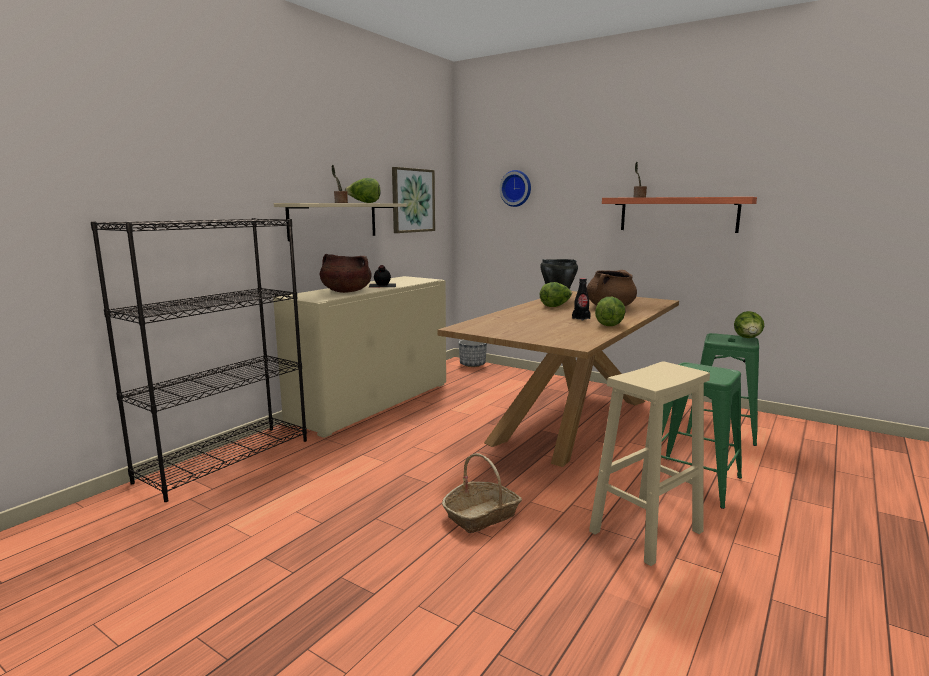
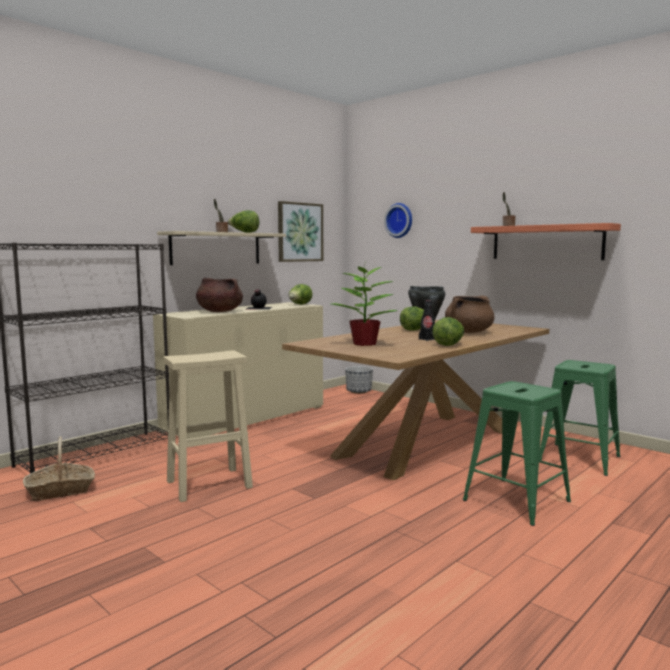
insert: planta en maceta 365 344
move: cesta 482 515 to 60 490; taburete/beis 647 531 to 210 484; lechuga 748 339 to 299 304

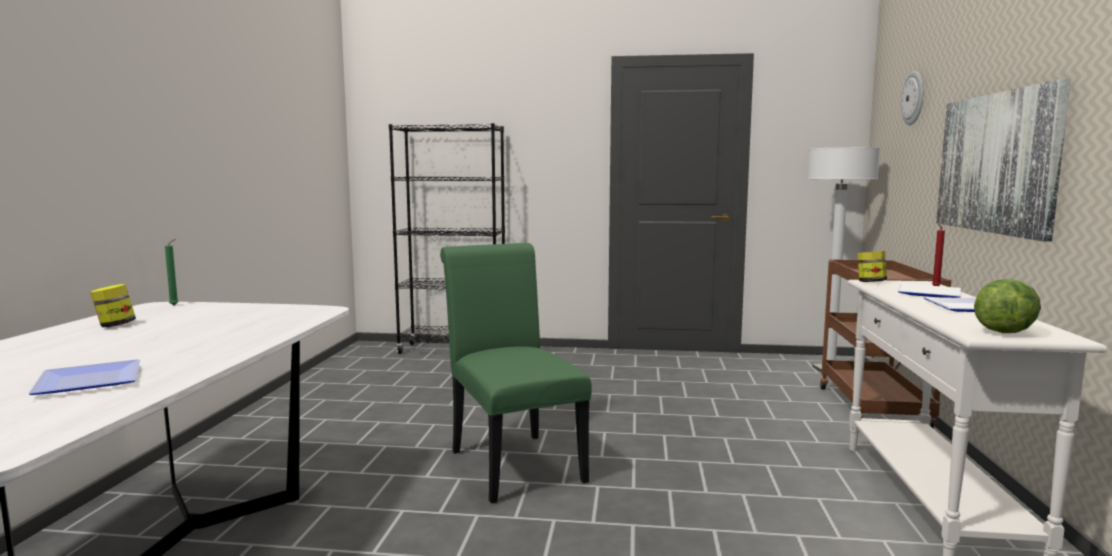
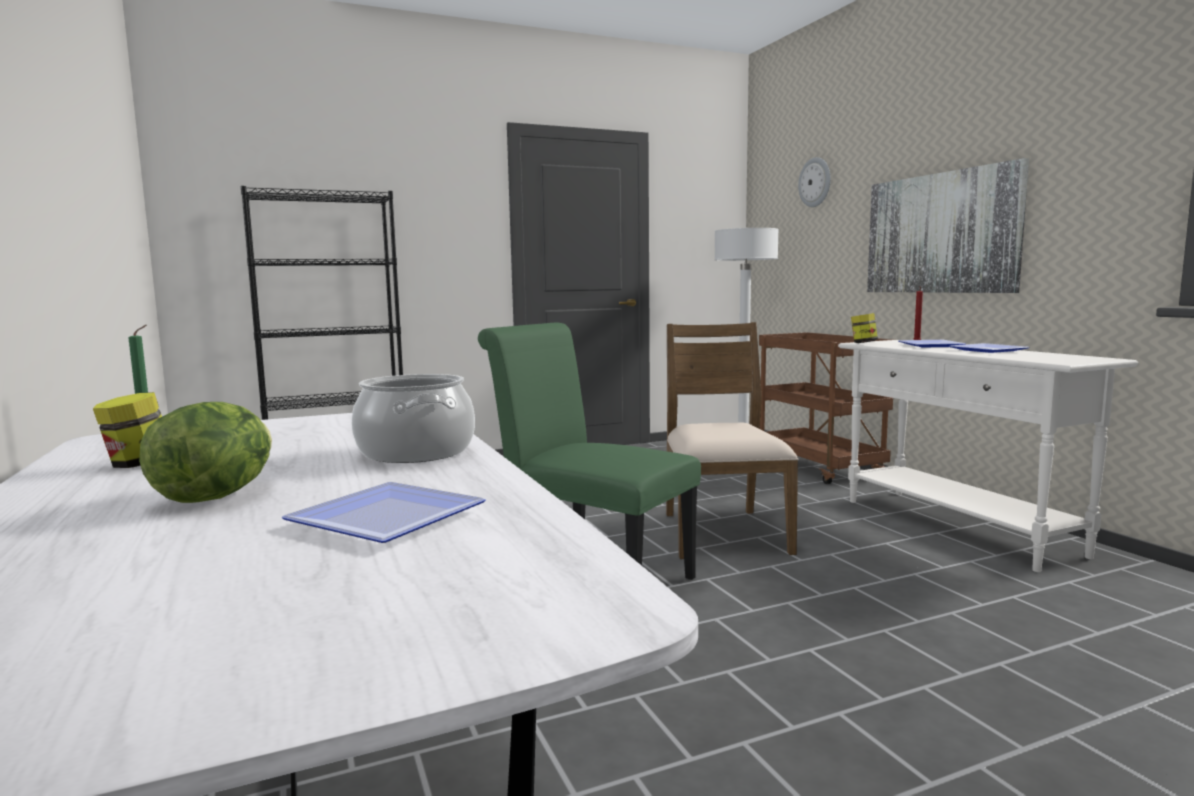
insert: olla 417 452; silla/marrón 722 532
move: lechuga 1004 331 to 216 496

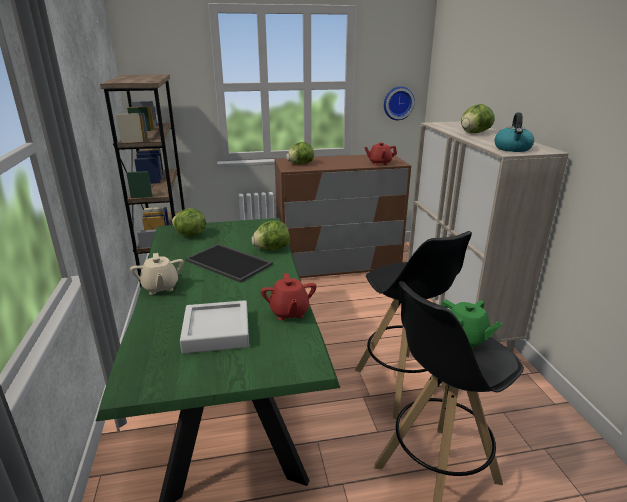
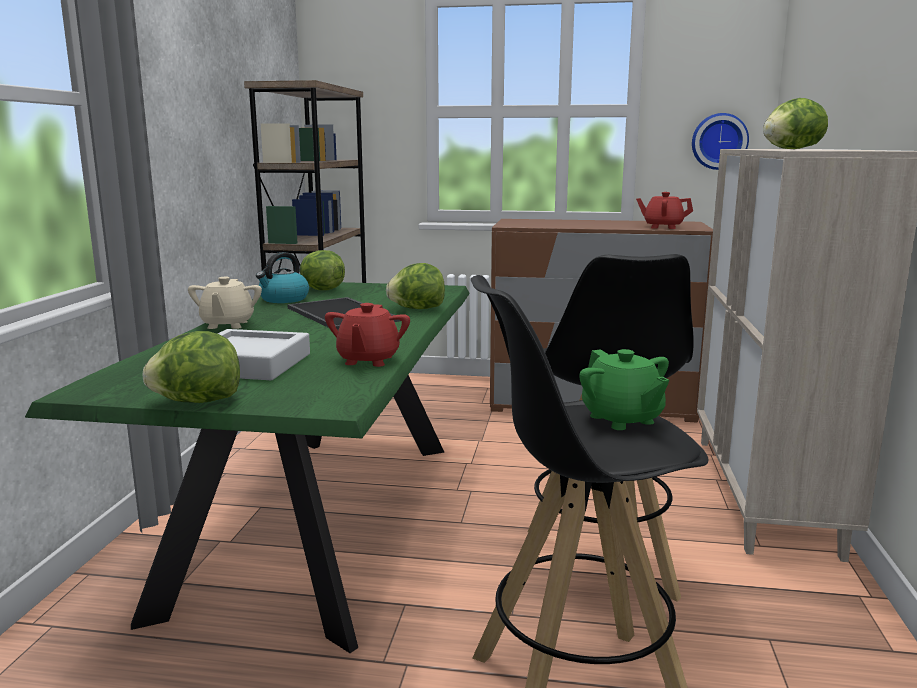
move: lechuga 300 164 to 197 402; hervidor 512 149 to 283 299

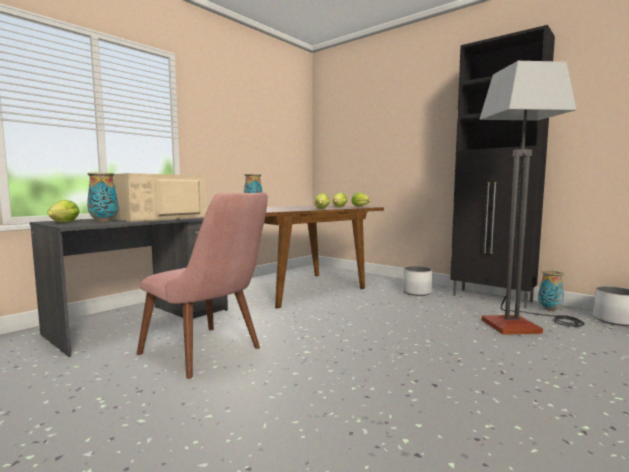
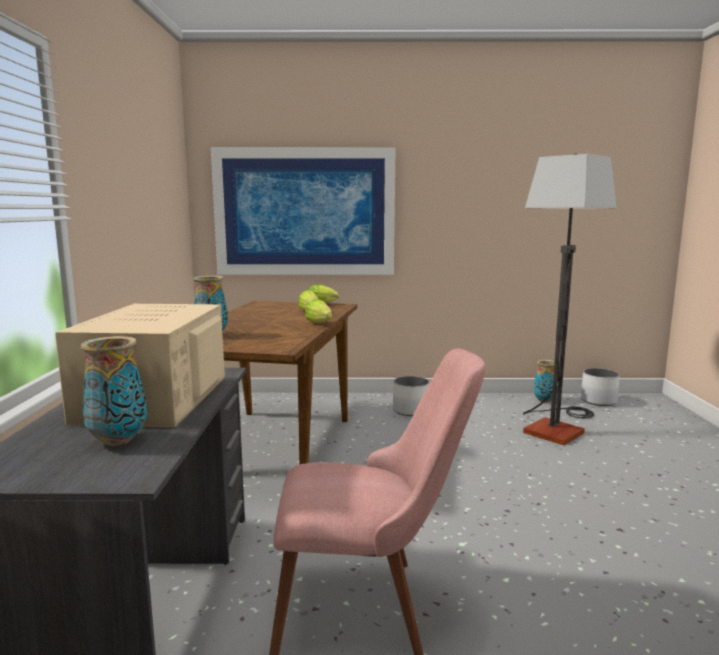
delete: lechuga 63 222; armario/negro 492 298
insert: cuadro 305 212

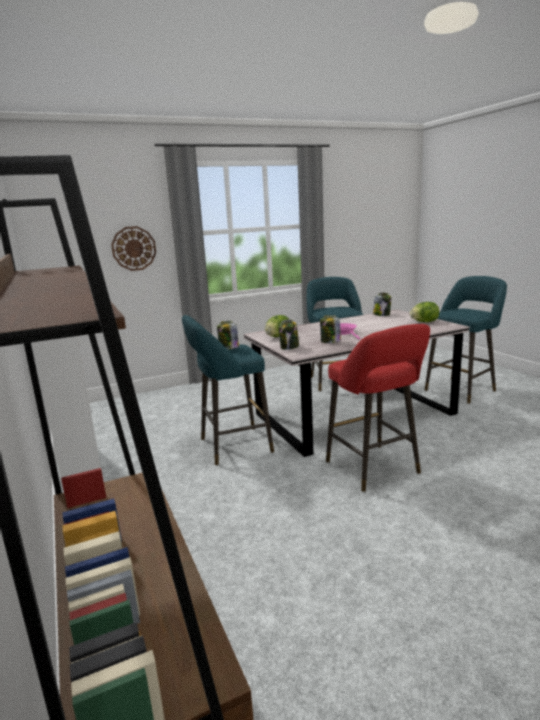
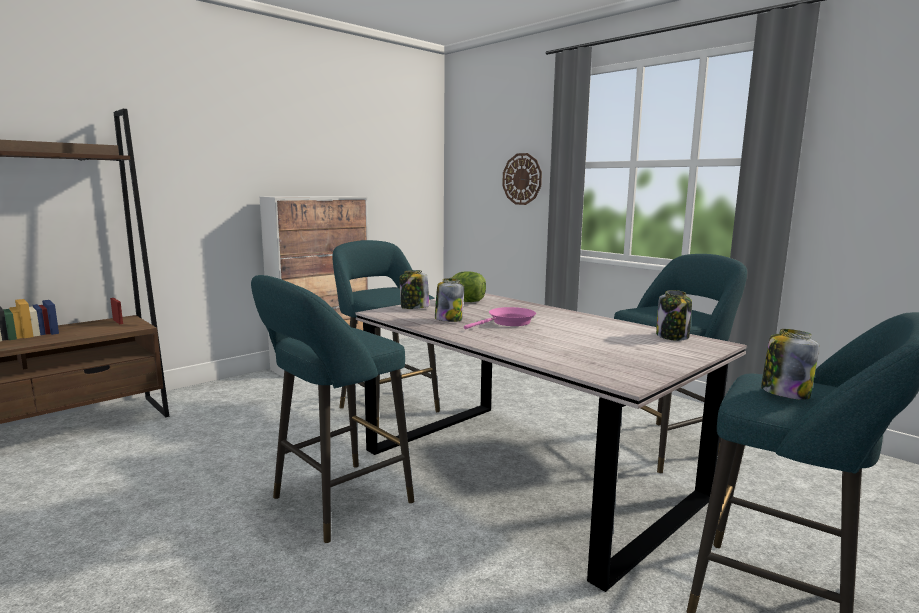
delete: lechuga 424 322
move: tarro 228 348 to 784 393
recolor: taburete/rojo 375 469 to taburete/turquesa 335 502

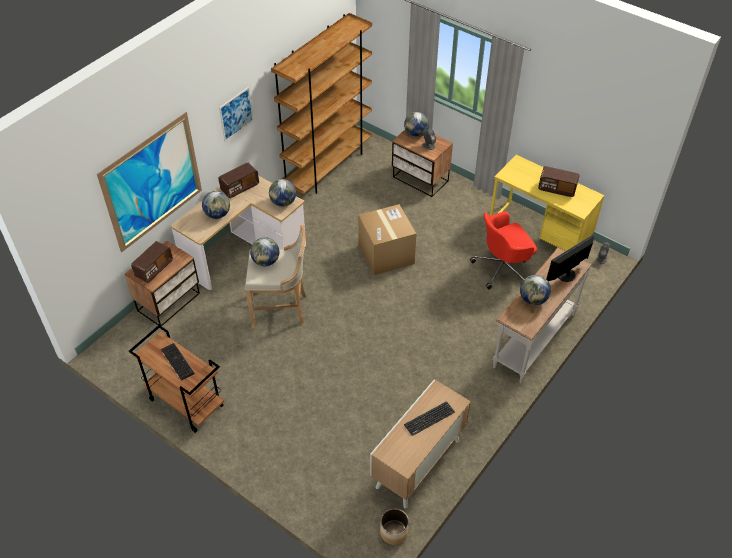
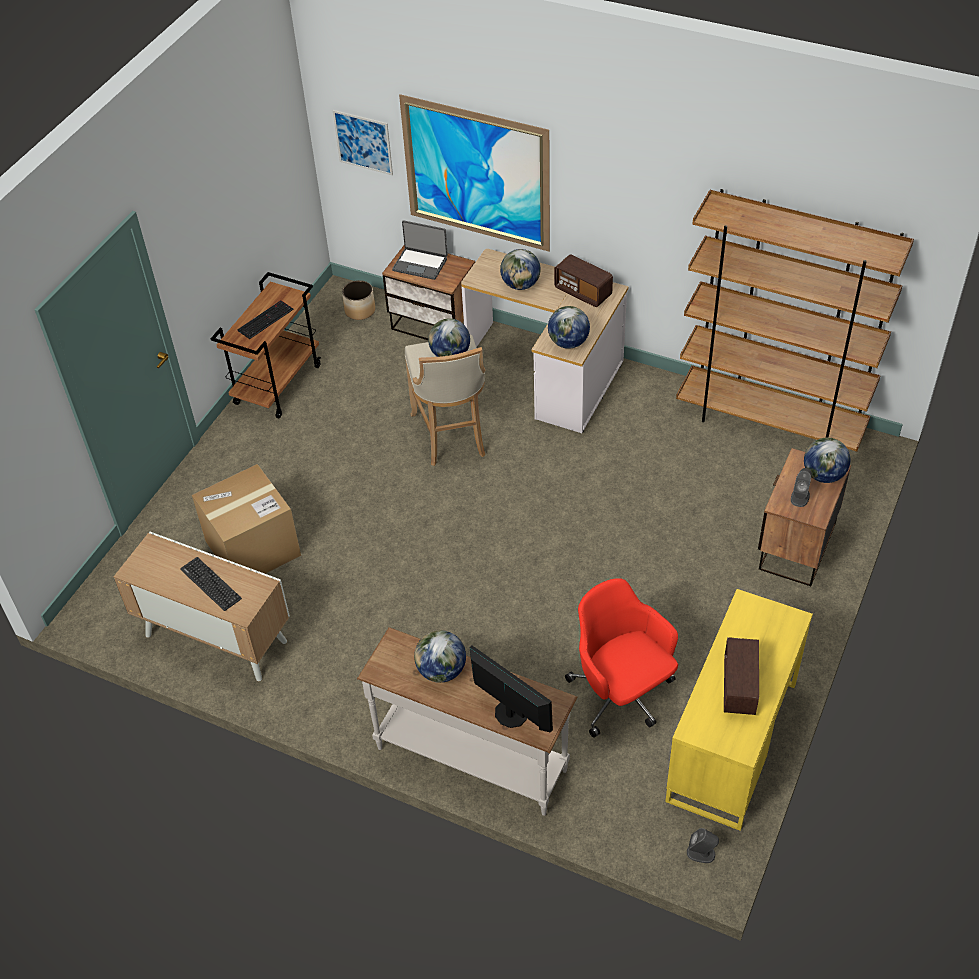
move: caja de cartón 386 254 to 253 548; cuadro 236 114 to 363 142; maceta 393 532 to 360 310
replace: radio 154 269 to portátil 420 264

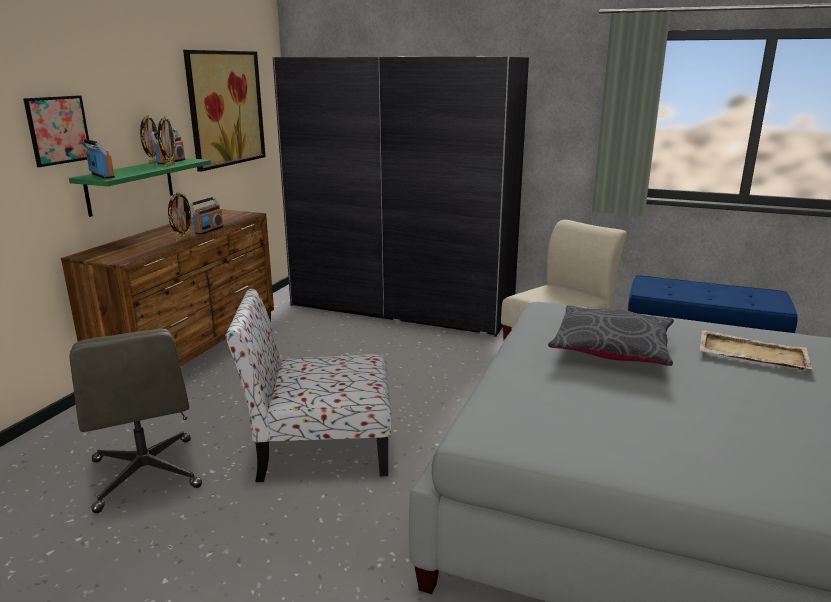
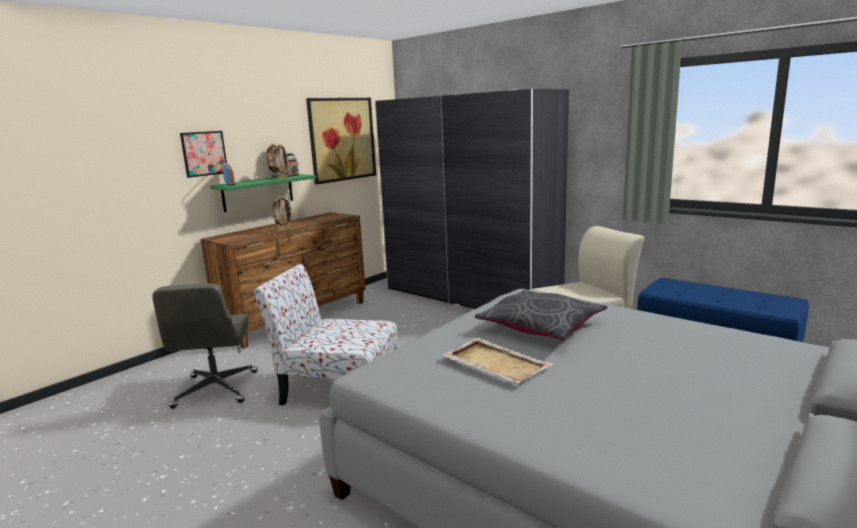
delete: radio 209 230
move: bandeja/beis 751 353 to 495 363

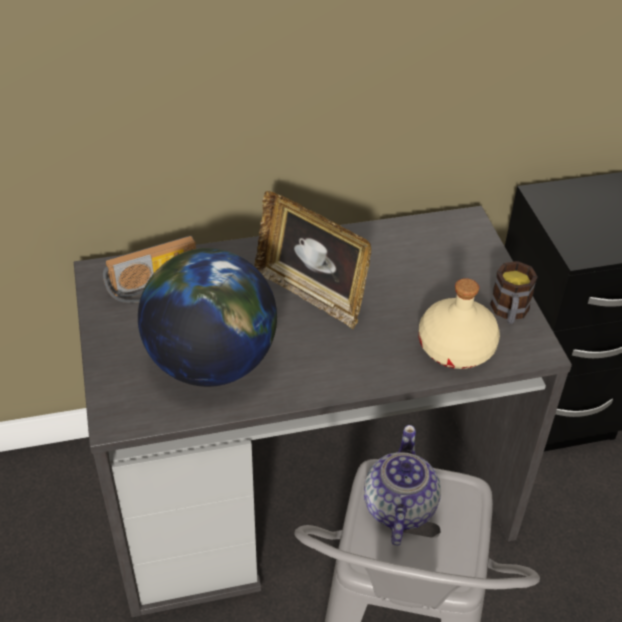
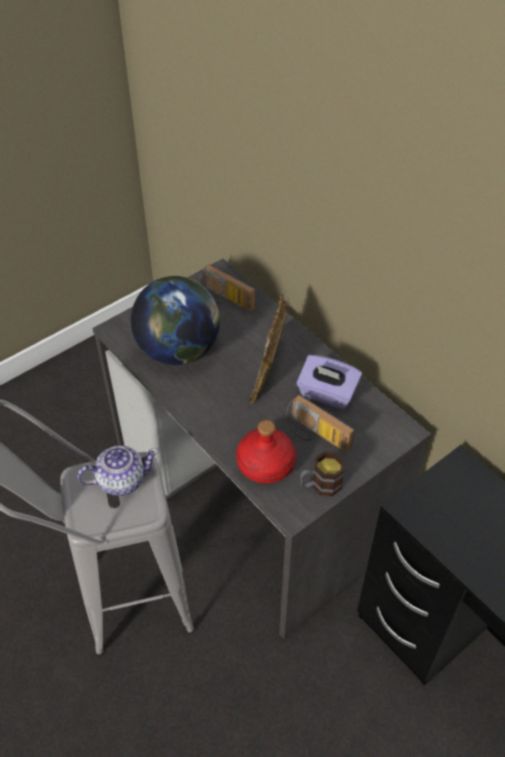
insert: radio 315 435; caja de pañuelos/morado 327 394
recolor: botella/beis 455 348 to botella/rojo 265 464

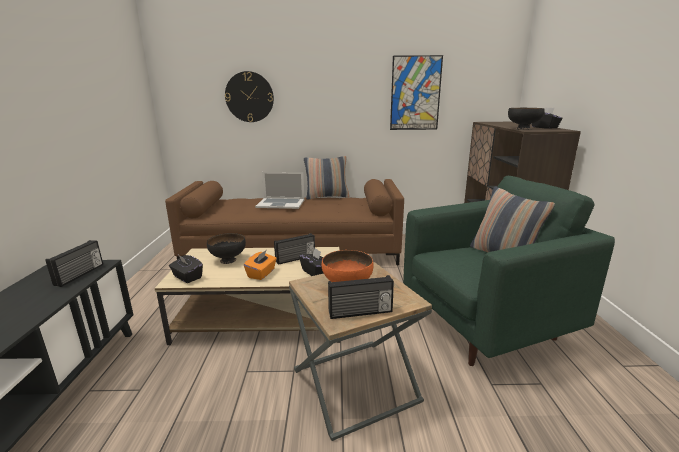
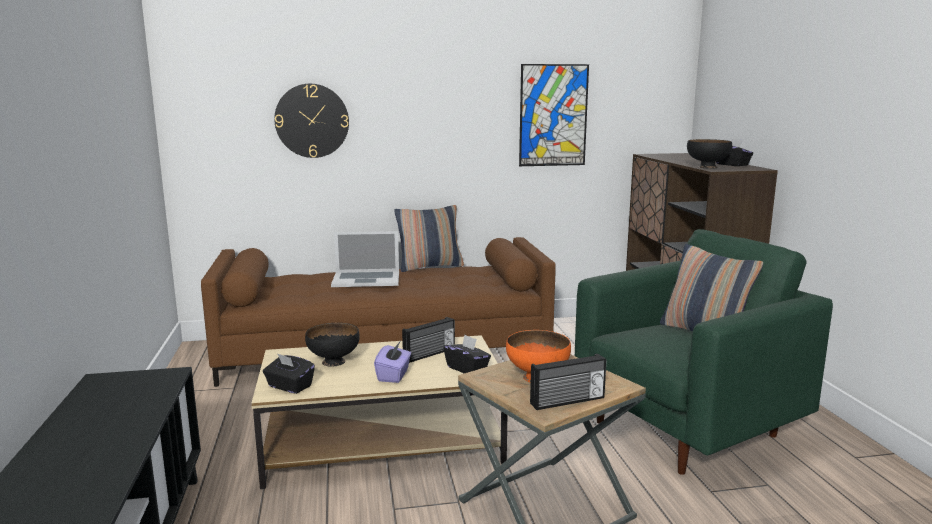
delete: radio 80 274
recolor: caja de pañuelos/naranja 261 273 to caja de pañuelos/morado 394 375

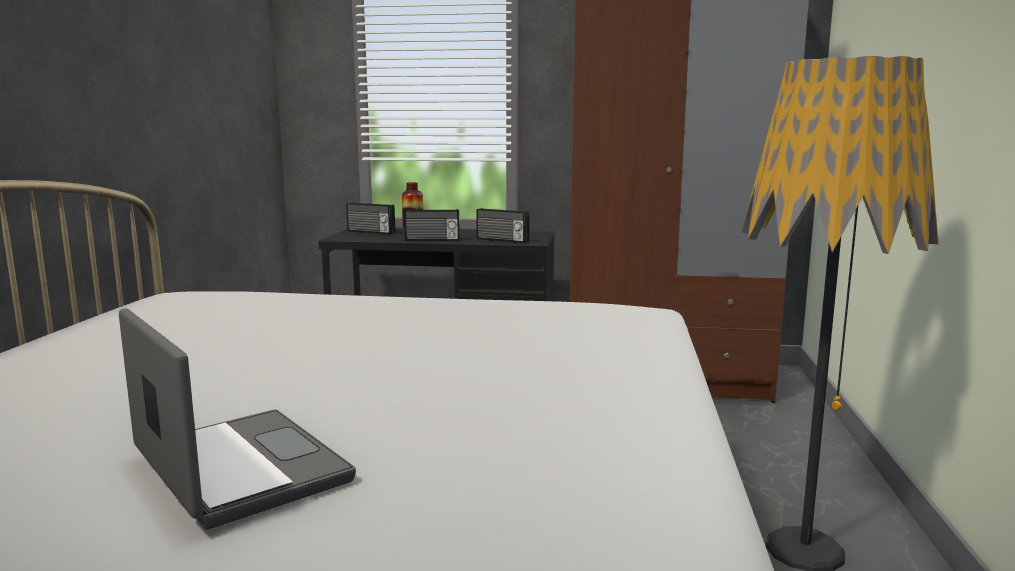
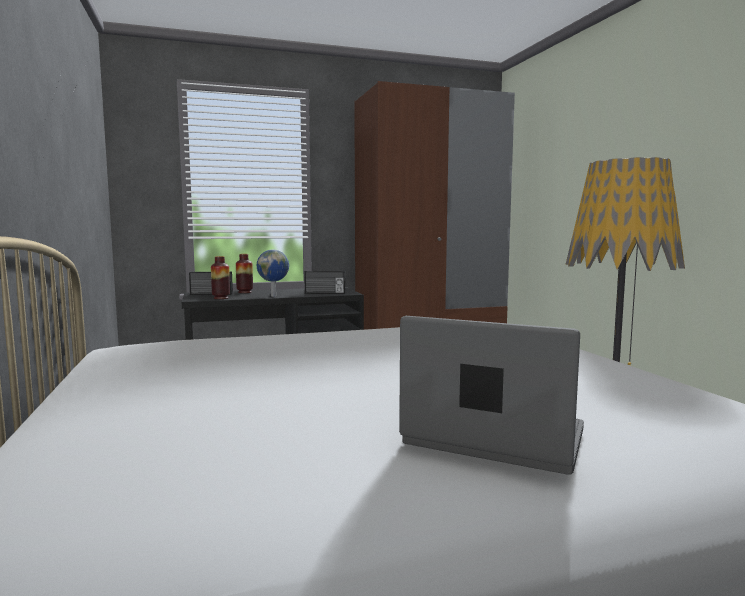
insert: florero 221 298
replace: radio 432 240 to globo terráqueo 274 296

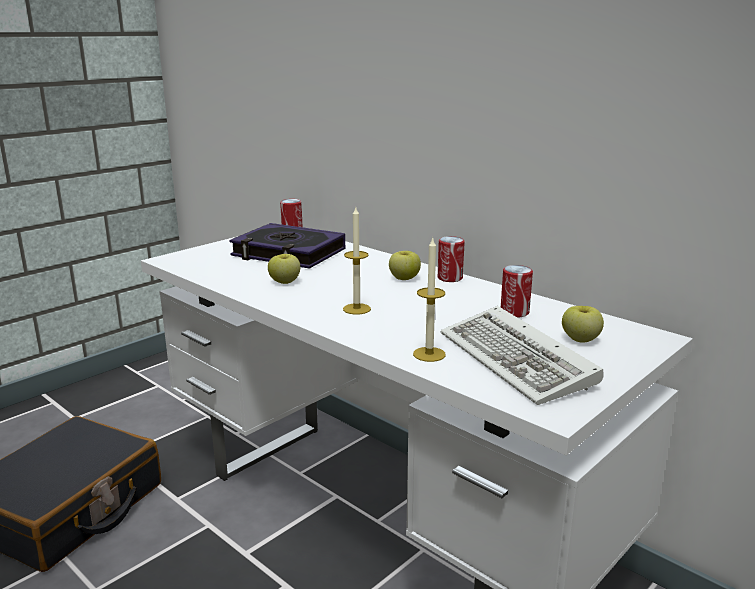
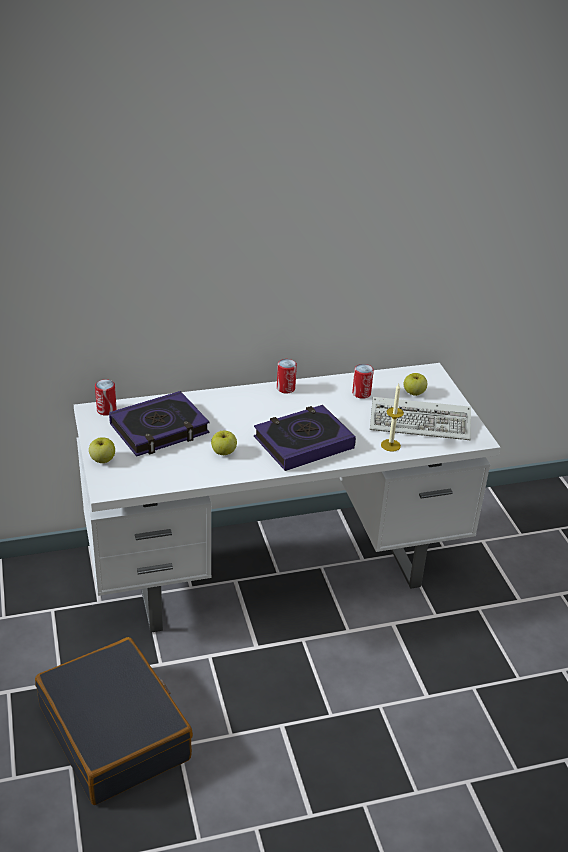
move: manzana 404 278 to 102 459
replace: vela 356 309 to libro 303 443

